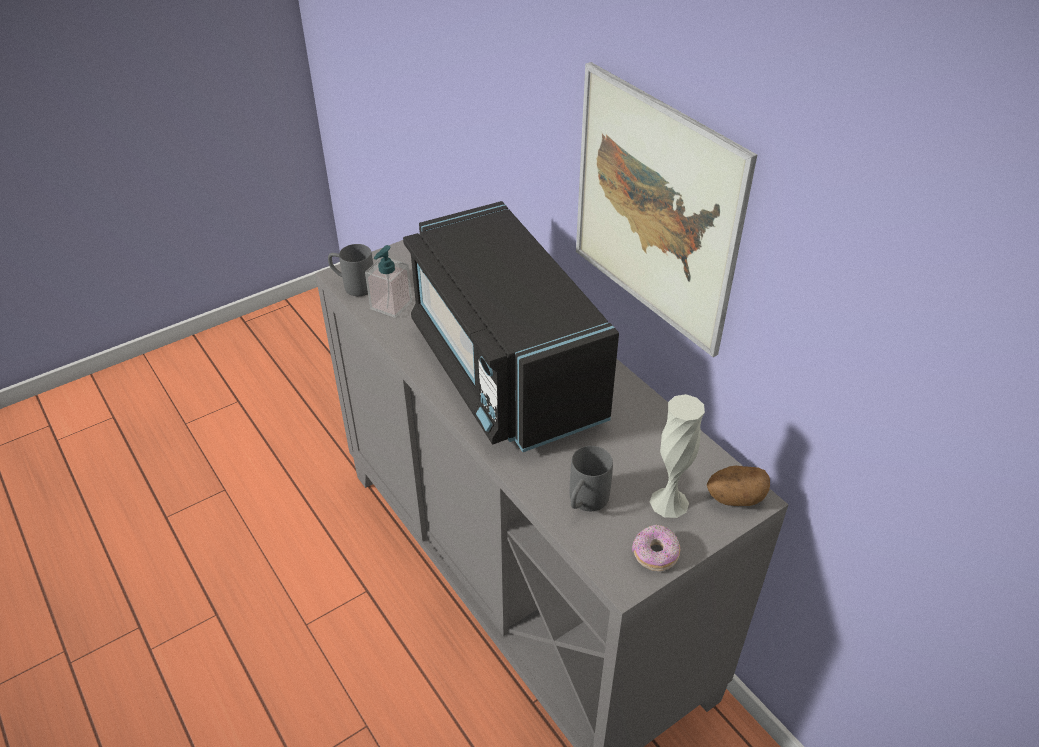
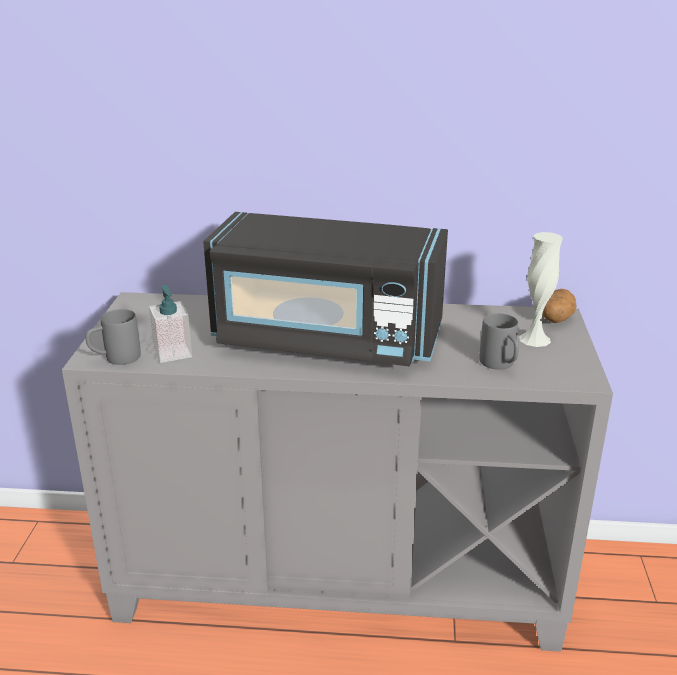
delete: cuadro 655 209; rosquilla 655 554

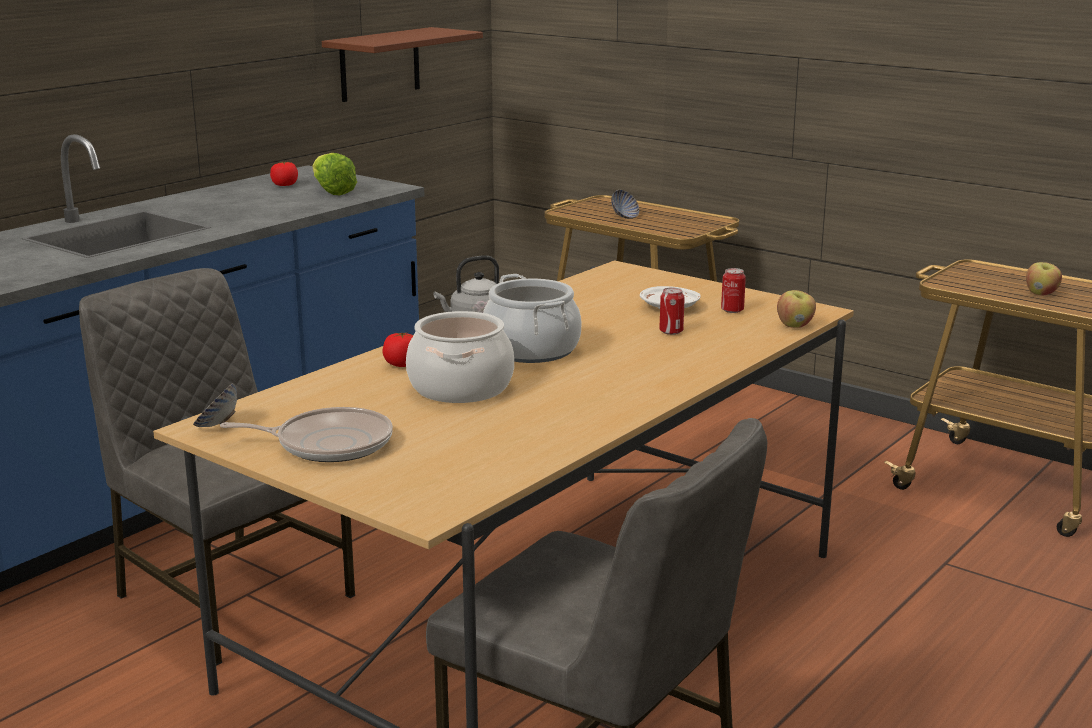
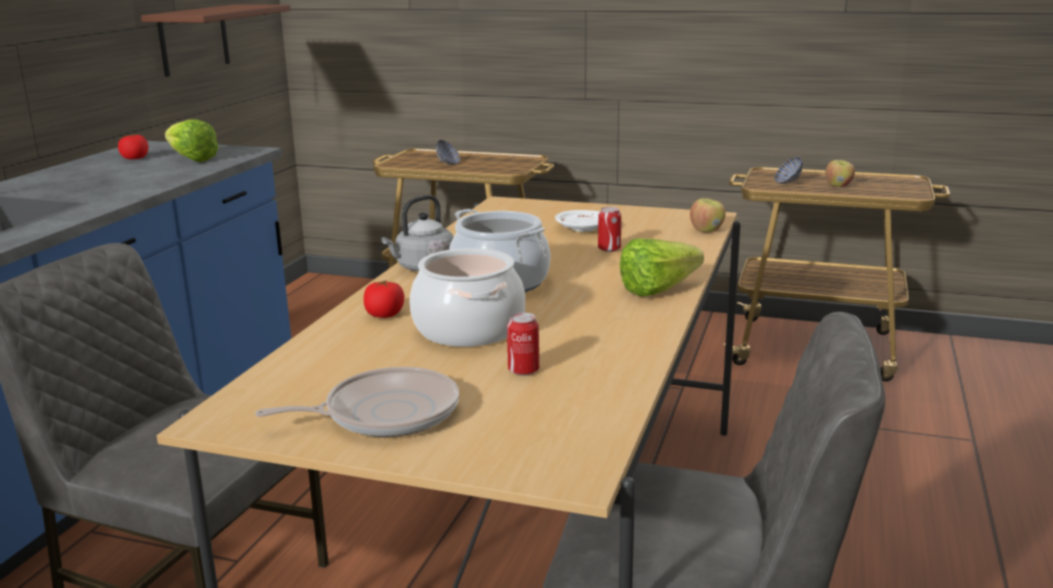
insert: lechuga 665 289
move: lata 732 310 to 523 370; cuenco 217 425 to 787 182

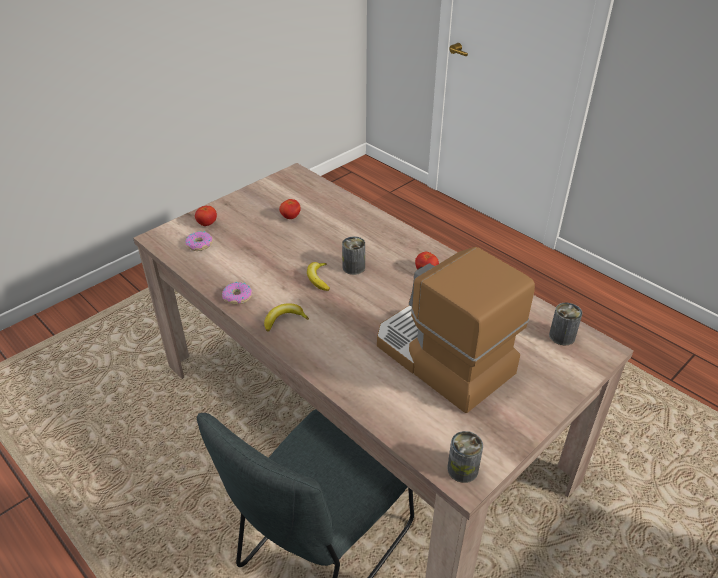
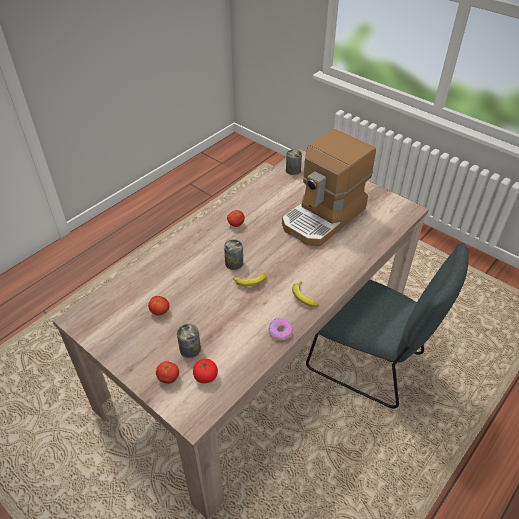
move: lata 462 469 to 190 349
replace: rosquilla 199 245 to tomate 206 376

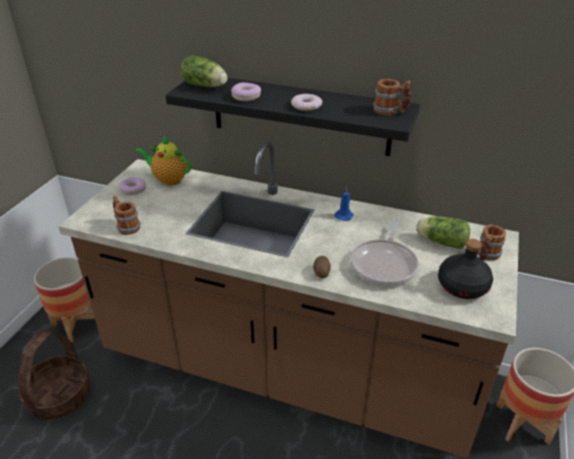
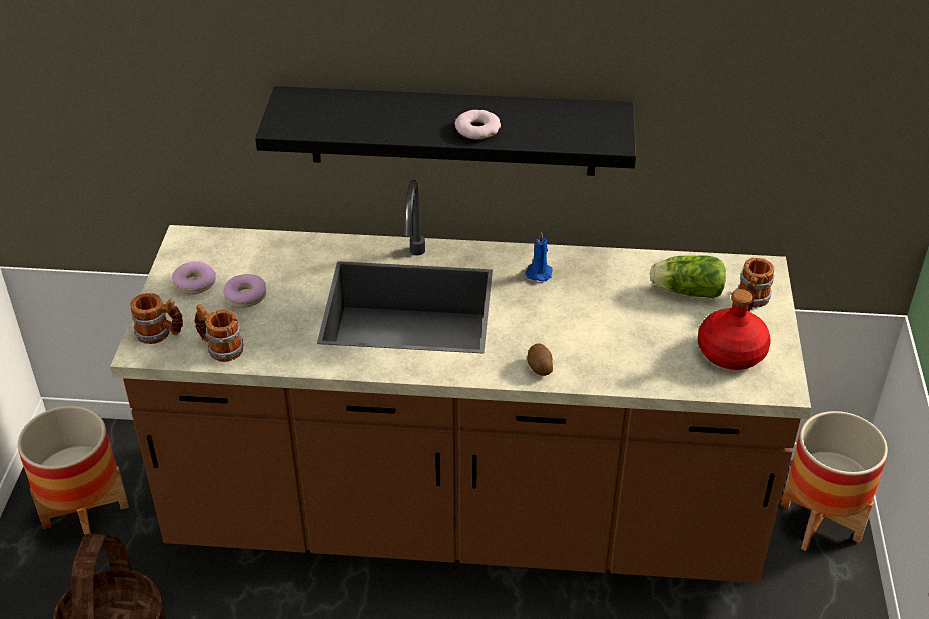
delete: tetera 168 179; lechuga 206 86; sartén 384 264
move: taza grande 390 111 to 160 334; rosquilla 246 96 to 246 296
recolor: botella/negro 463 286 to botella/rojo 732 352

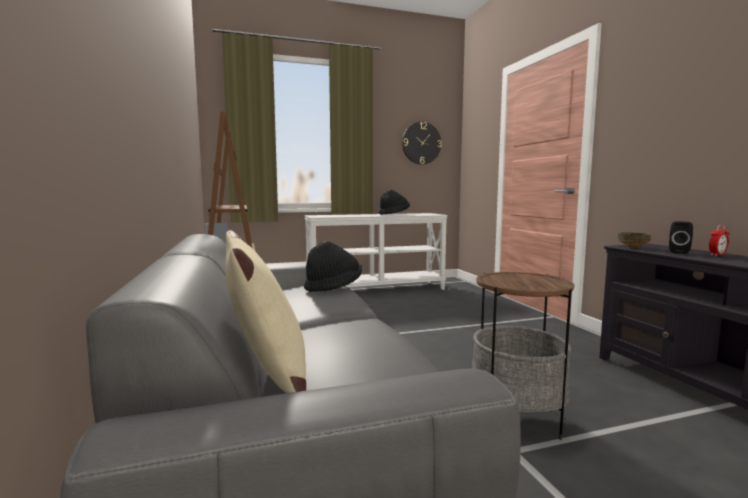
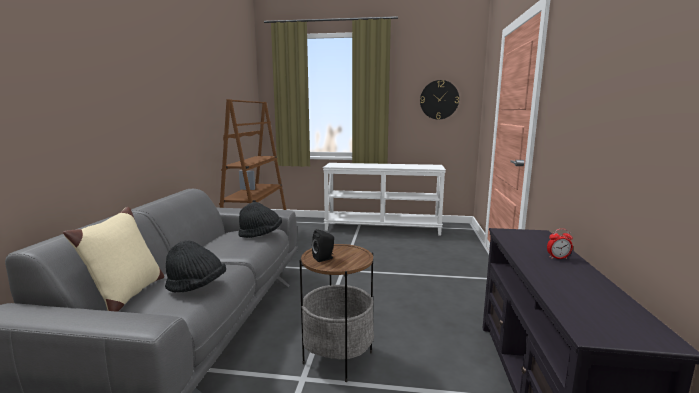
delete: cuenco 633 247
move: sombrero/negro 394 214 to 196 287; altavoz/negro 679 252 to 324 258

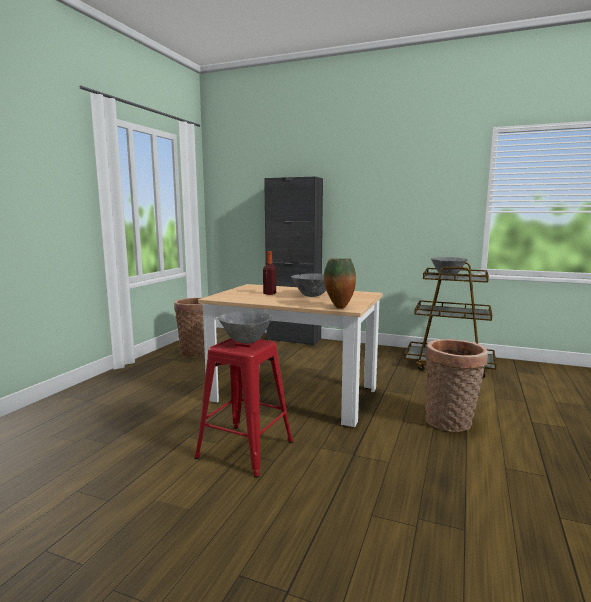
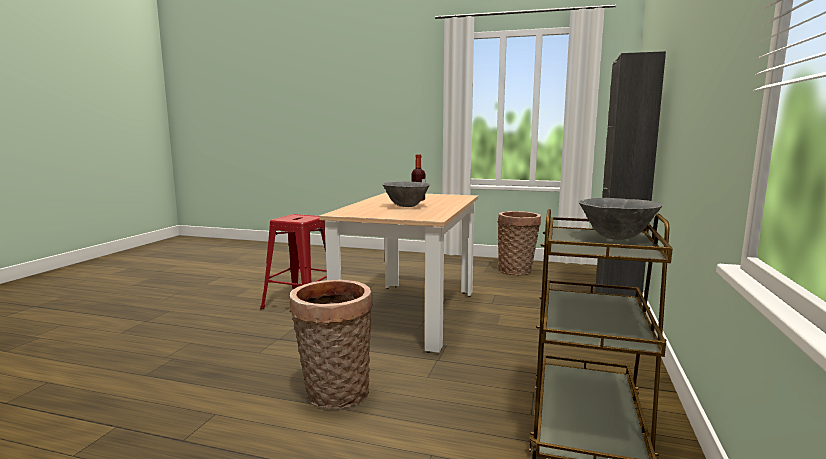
delete: cuenco/gris 246 342; florero 338 307

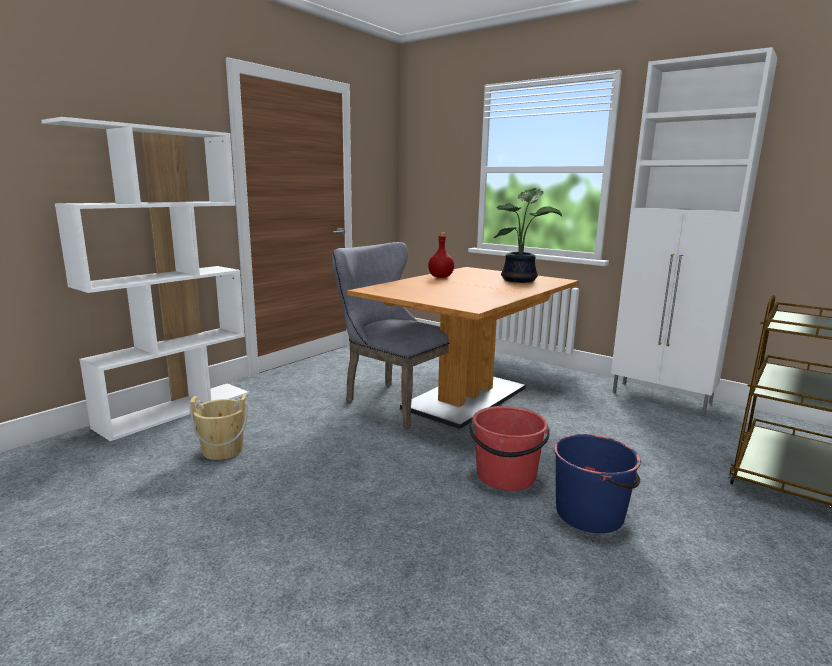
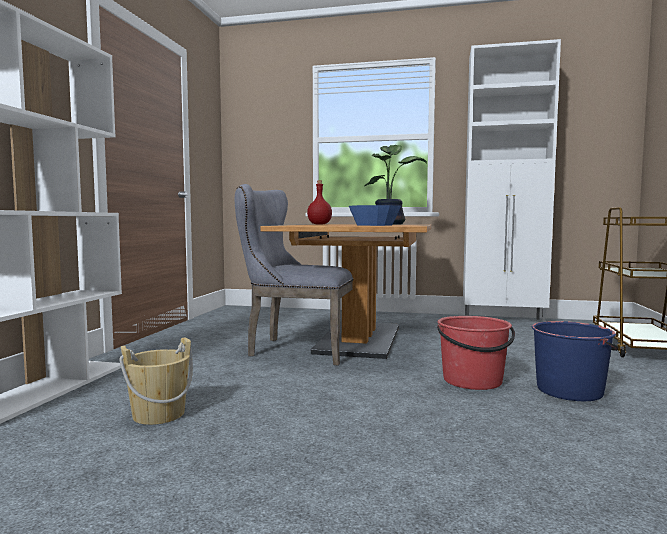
insert: cuenco/azul 374 225

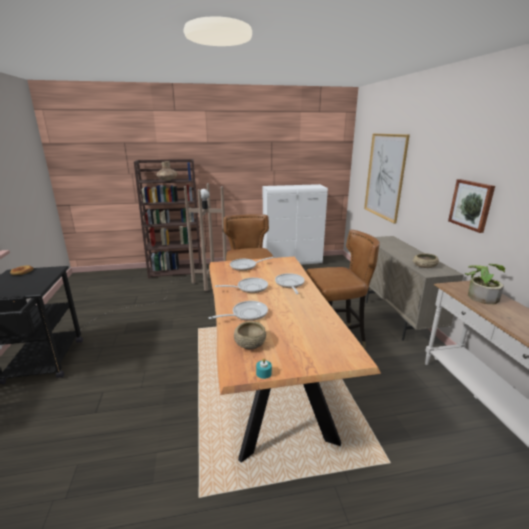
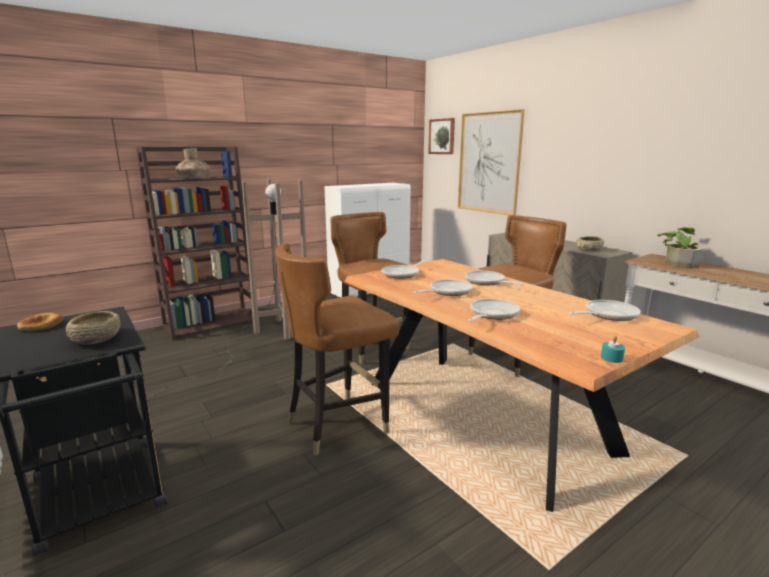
insert: silla/marrón 337 424; sartén 608 315
move: cuenco/beis 250 342 to 96 338; cuadro 471 204 to 442 136

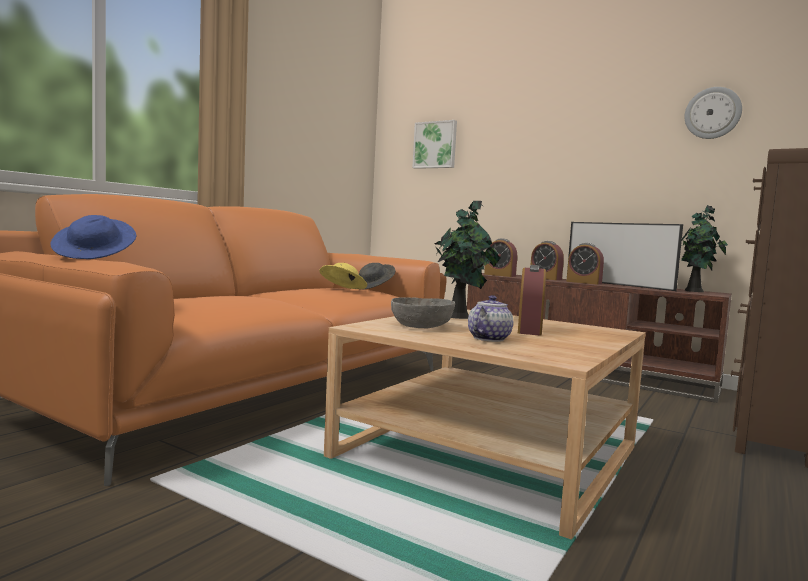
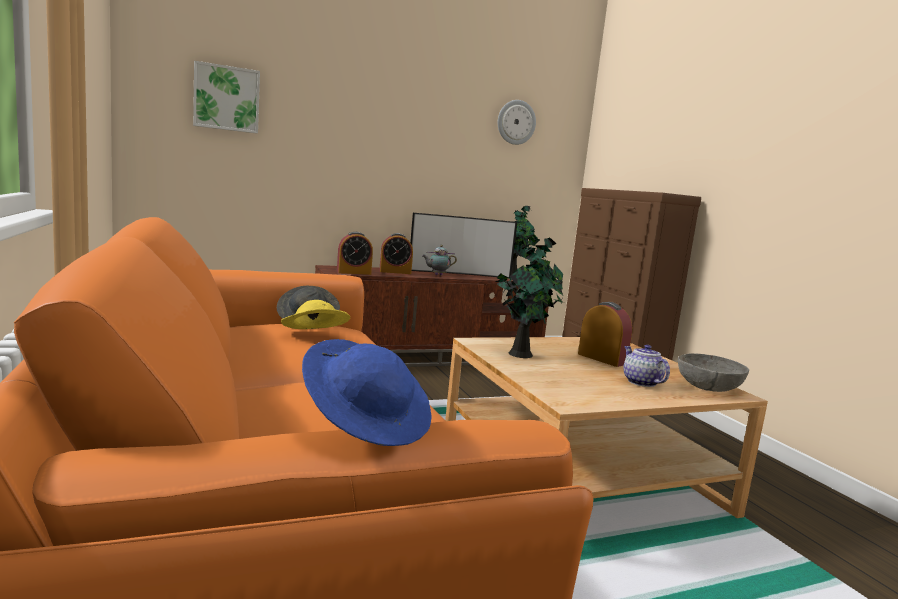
move: cuenco/gris 421 326 to 708 386
replace: despertador 584 282 to tetera 437 275

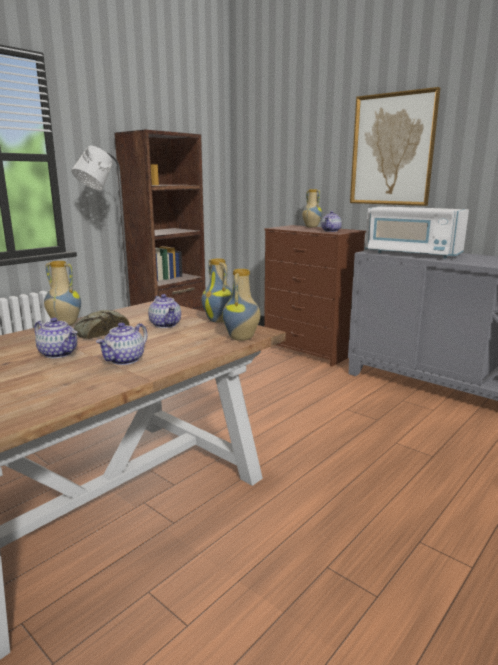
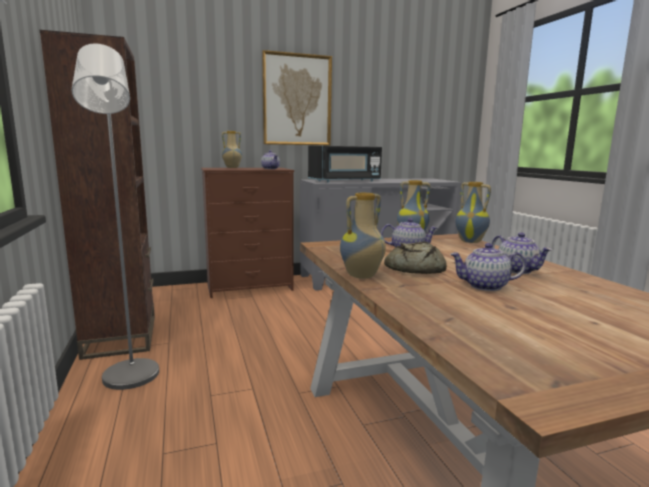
recolor: microondas/blanco 411 254 to microondas/negro 345 181
rotate: tetera 59 353 = 484 286 150 degrees counterclockwise

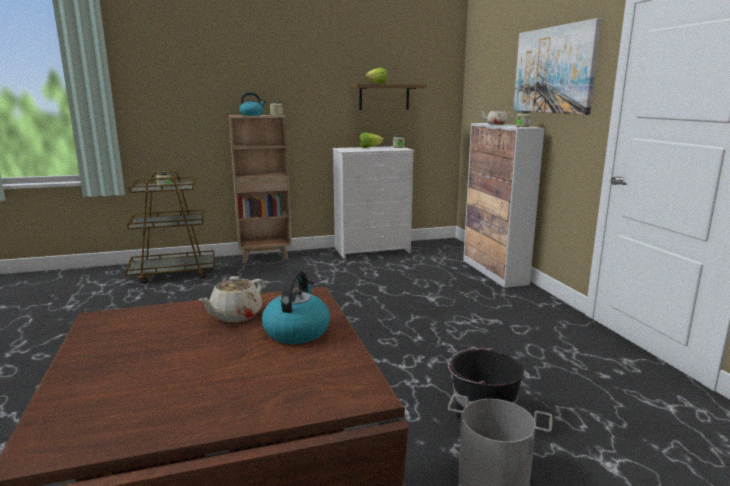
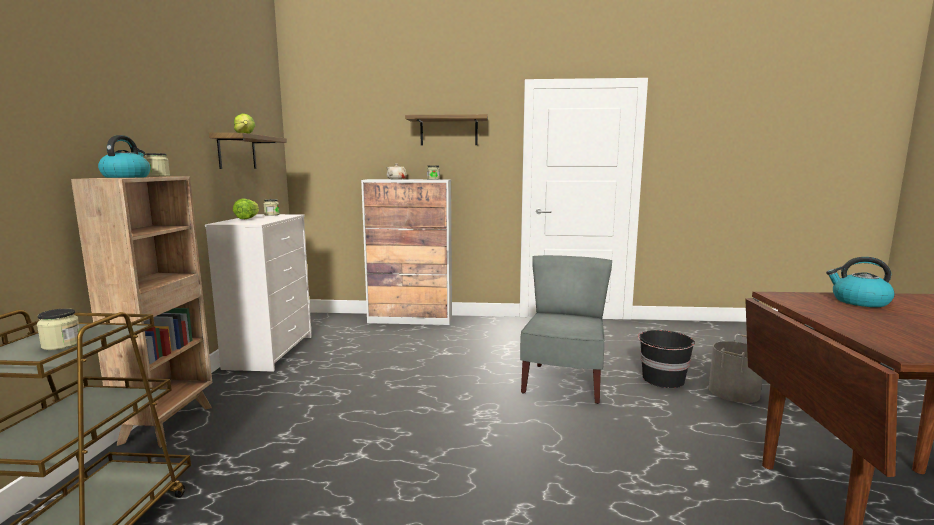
delete: tetera/beis 235 316
insert: silla/gris 563 383
replace: cuadro 553 70 to estante 449 131

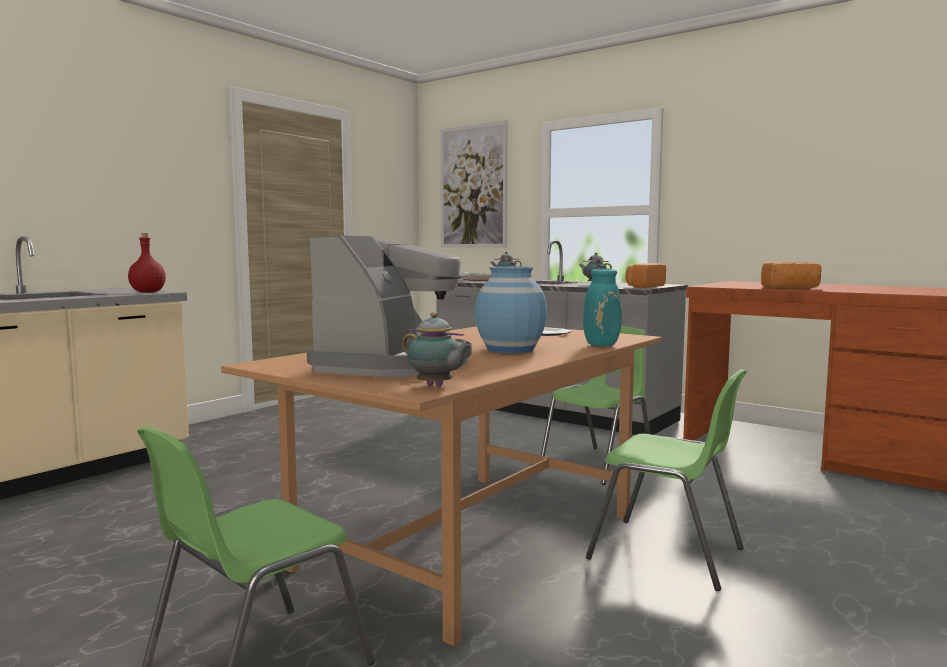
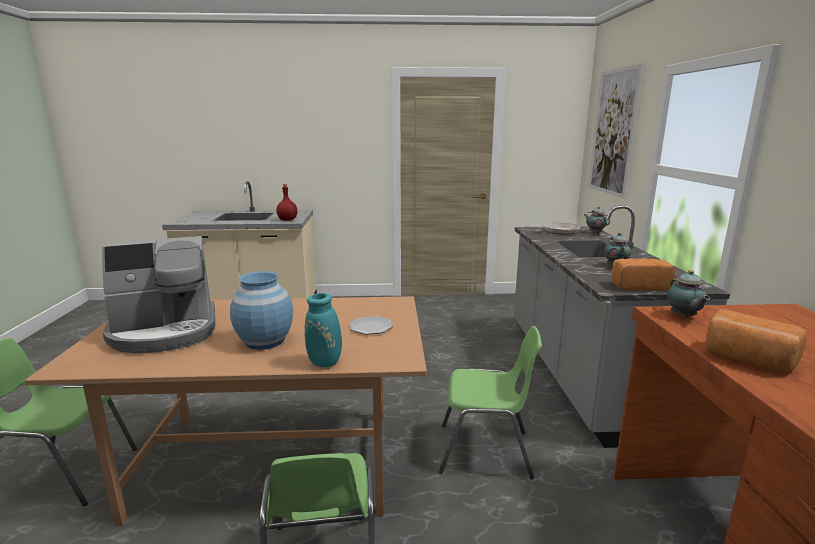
move: tetera 436 386 to 683 317

